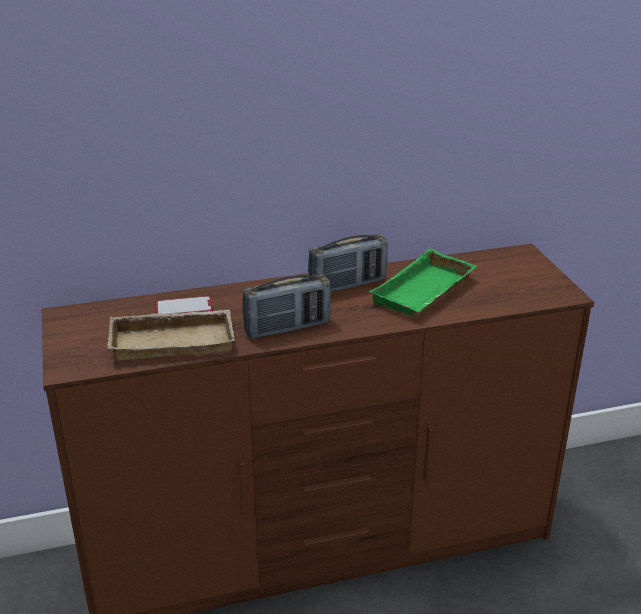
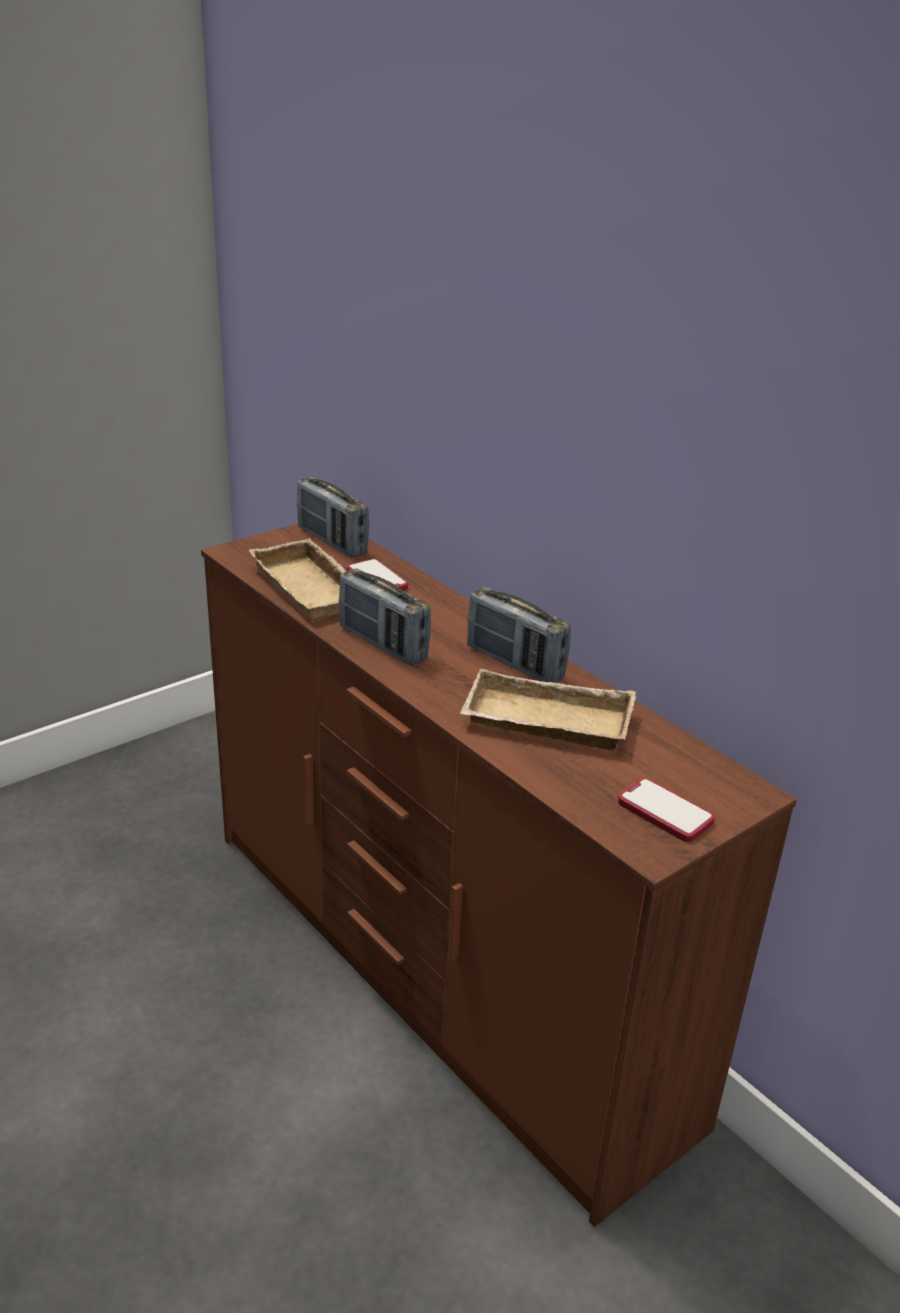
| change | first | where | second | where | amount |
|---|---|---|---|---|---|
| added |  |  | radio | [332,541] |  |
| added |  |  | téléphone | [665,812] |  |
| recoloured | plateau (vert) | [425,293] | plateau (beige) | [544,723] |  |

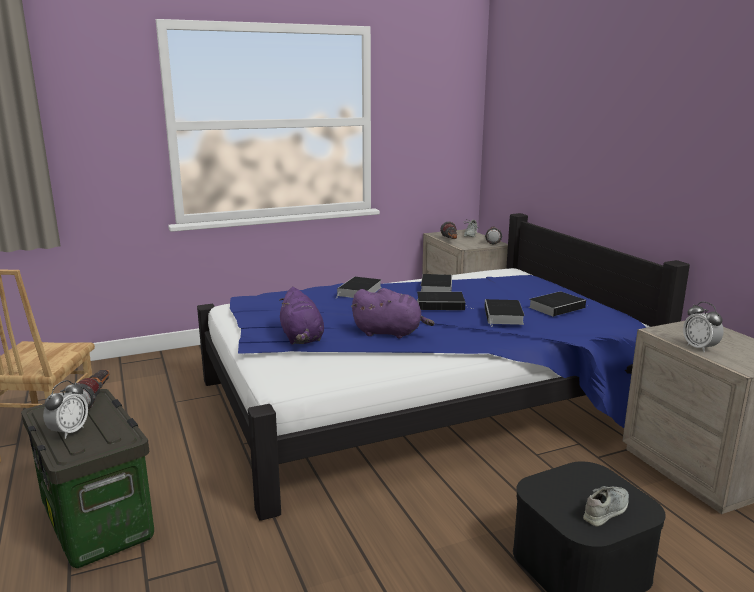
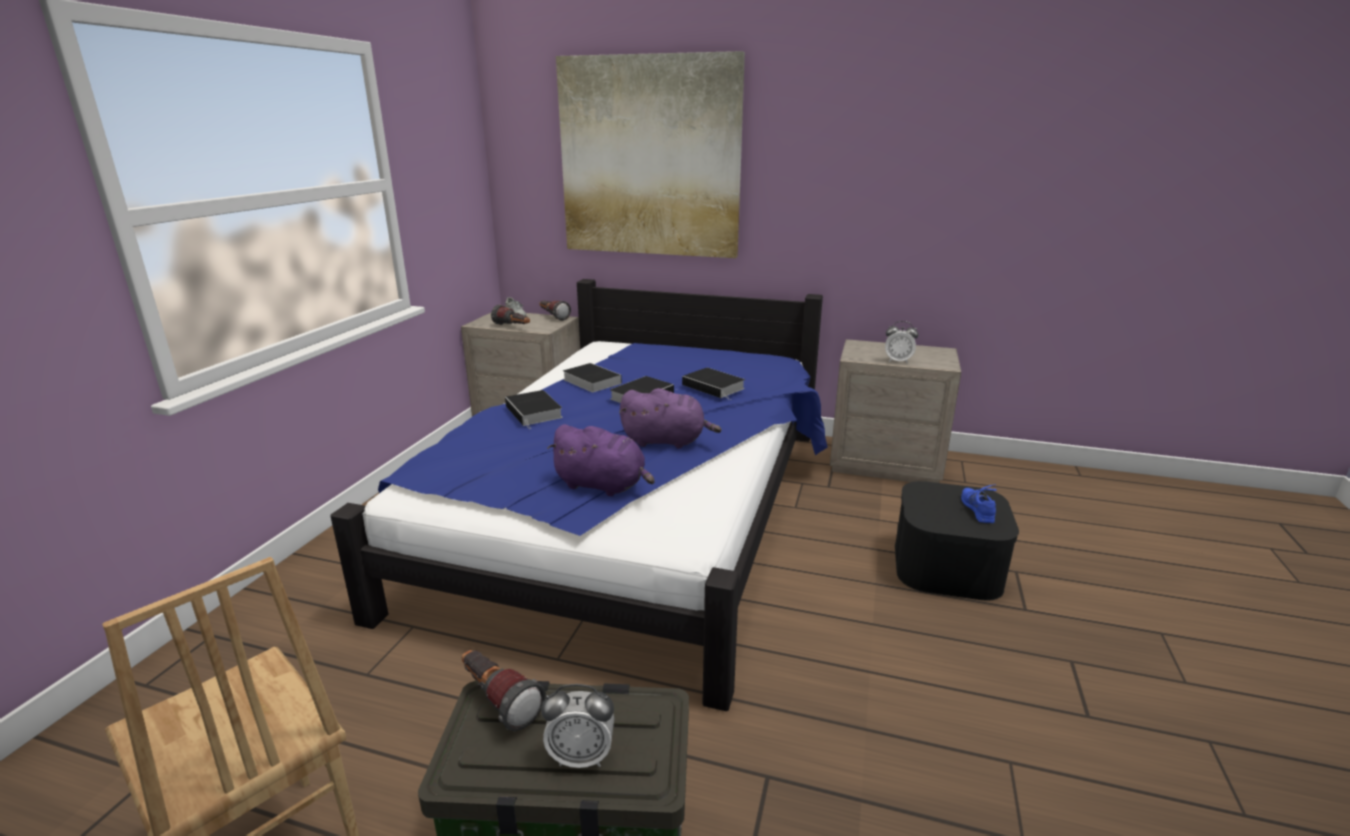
| change | first | where | second | where | amount |
|---|---|---|---|---|---|
| removed | livre | [557,307] |  |  |  |
| added |  |  | tableau | [650,158] |  |
| recoloured | chaussure (gris) | [607,510] | chaussure (bleu) | [977,509] |  |
| turned | réveil | [69,431] |  | [581,756] | 120 degrees clockwise |
| turned | peluche (violet) | [390,333] |  | [667,441] | 45 degrees clockwise |

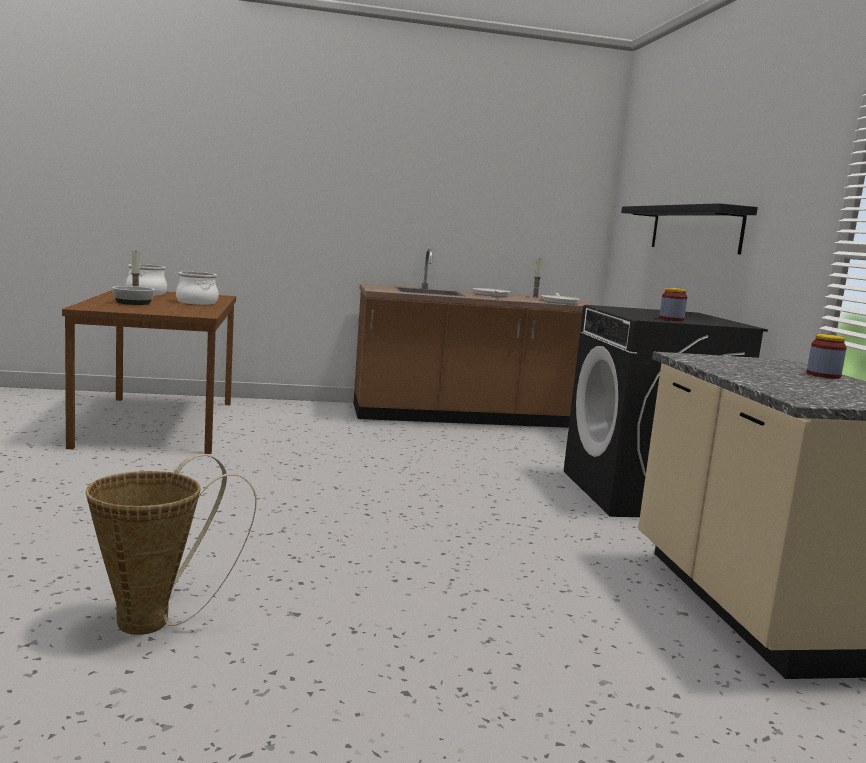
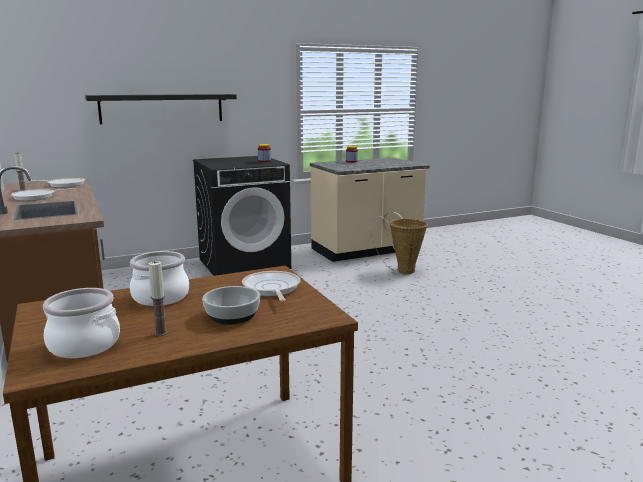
| change | first | where | second | where | amount |
|---|---|---|---|---|---|
| added |  |  | poêle | [271,289] |  |
| moved | panier | [156,621] |  | [402,270] |  |

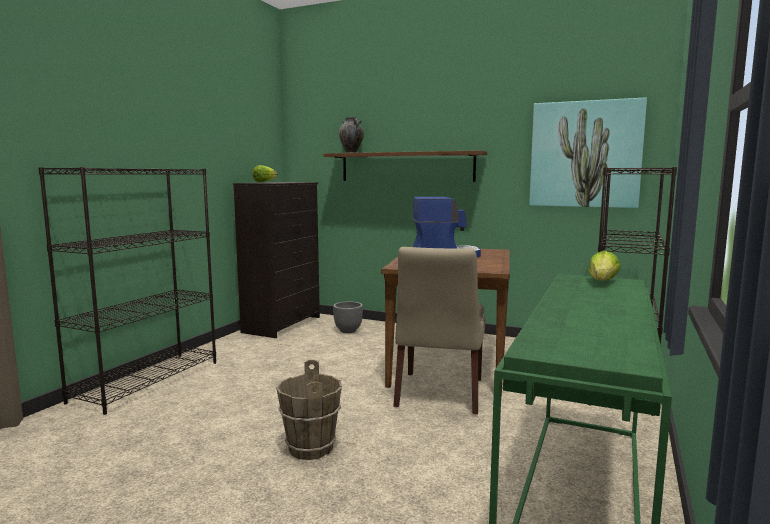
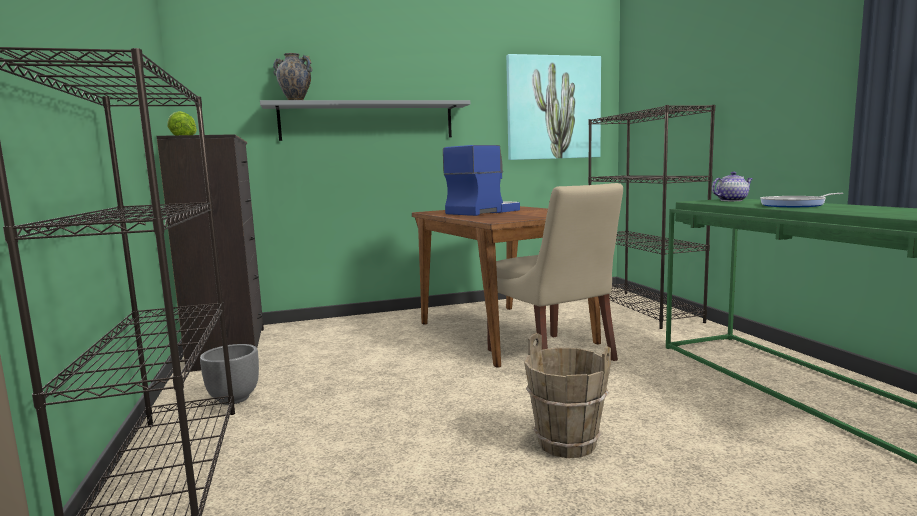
| change | first | where | second | where | amount |
|---|---|---|---|---|---|
| added |  |  | poêle | [795,205] |  |
| moved | cache-pot (gris) | [348,331] |  | [234,398] |  |
| replaced | laitue | [602,282] | théière | [732,200] |  |
| recoloured | étagère (marron) | [406,167] | étagère (gris) | [367,121] |  |

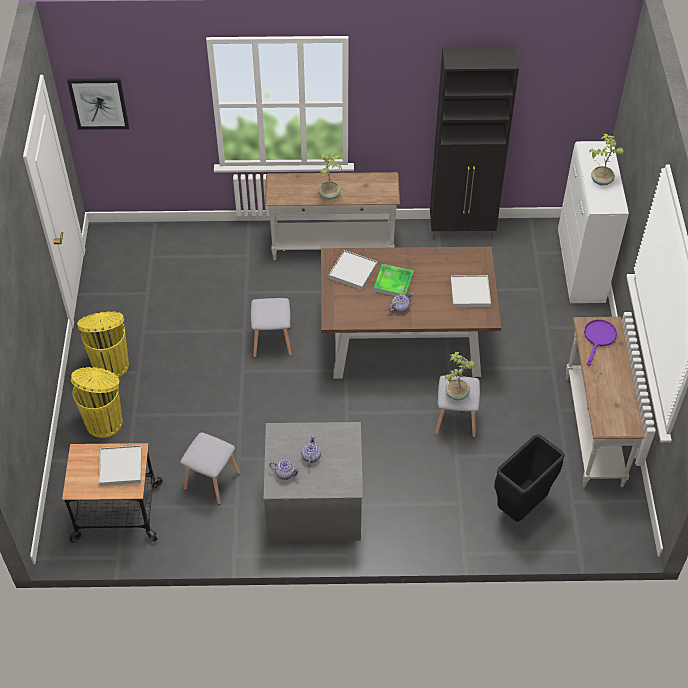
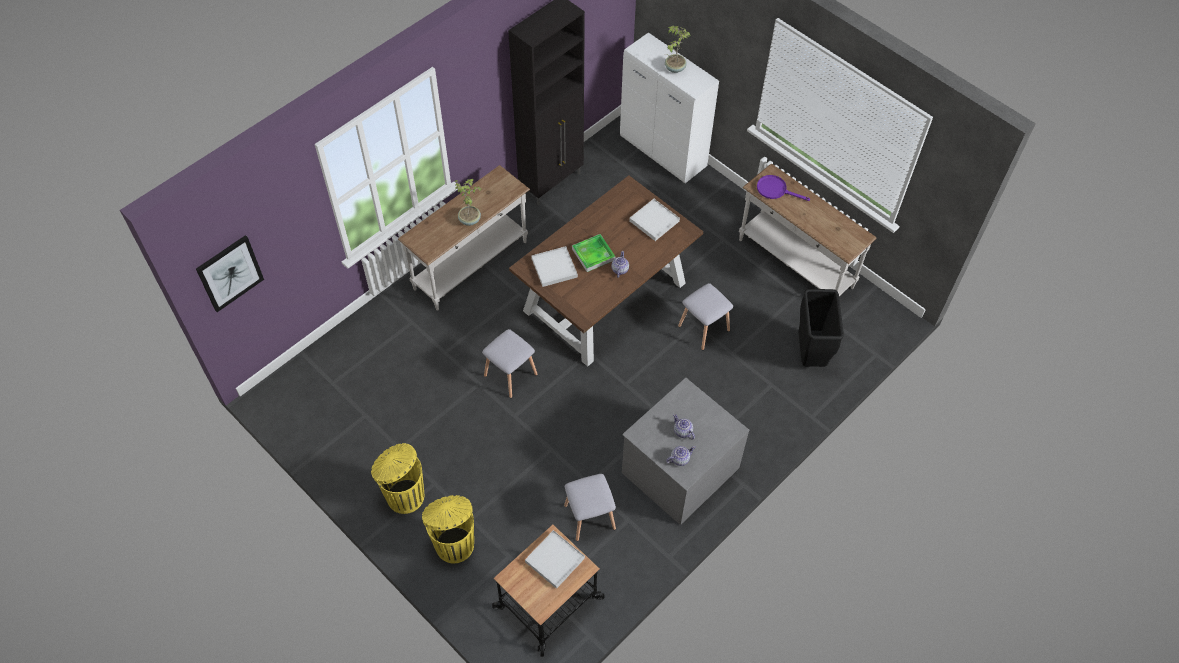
| change | first | where | second | where | amount |
|---|---|---|---|---|---|
| removed | plante en pot | [456,393] |  |  |  |
| turned | poêle (violet) | [598,338] |  | [775,190] | 45 degrees counterclockwise |

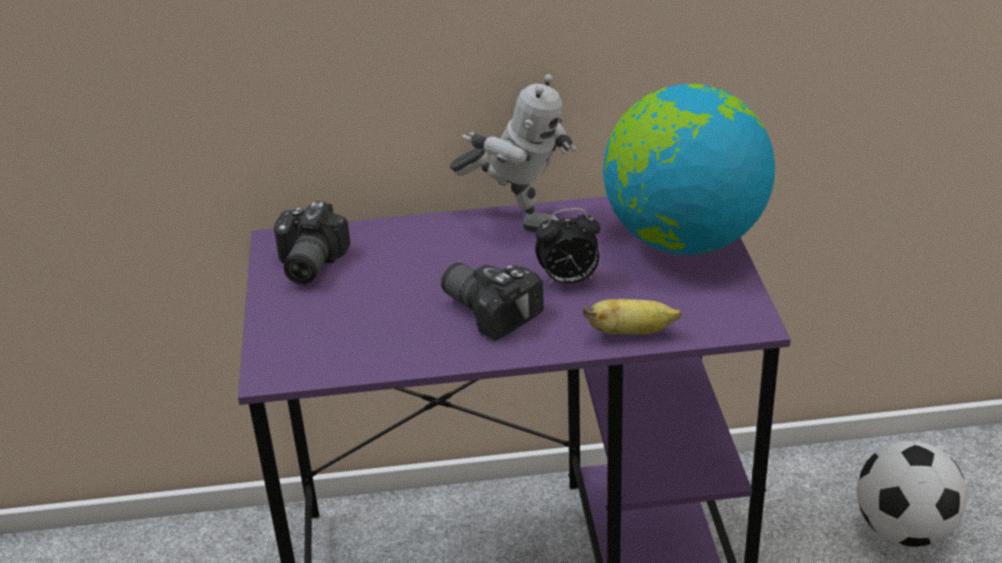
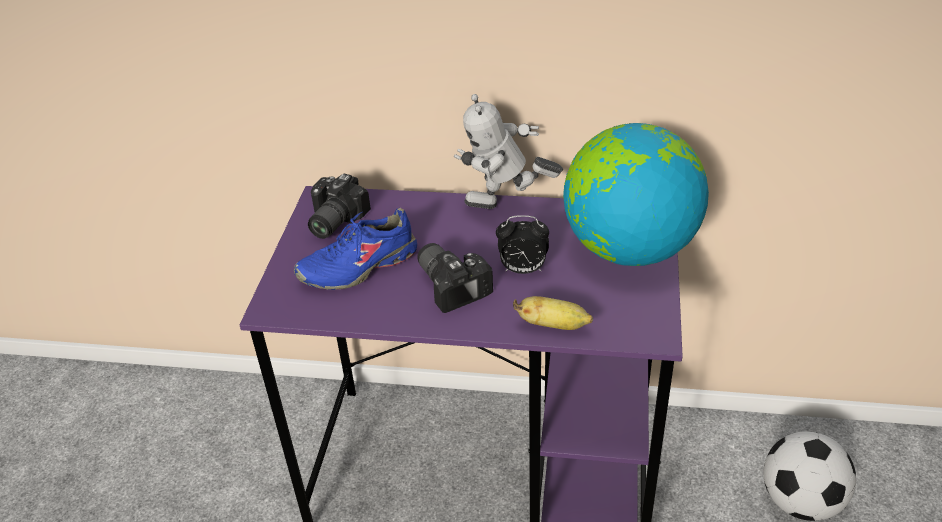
| change | first | where | second | where | amount |
|---|---|---|---|---|---|
| added |  |  | chaussure (bleu) | [358,266] |  |
| turned | robot jouet | [518,219] |  | [506,208] | 135 degrees clockwise |

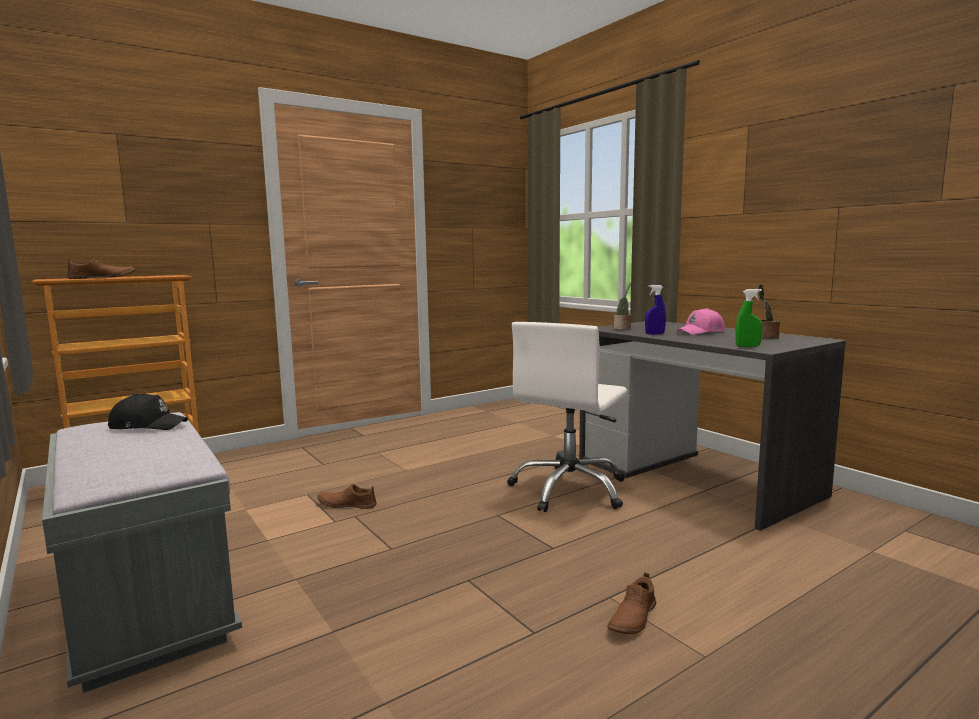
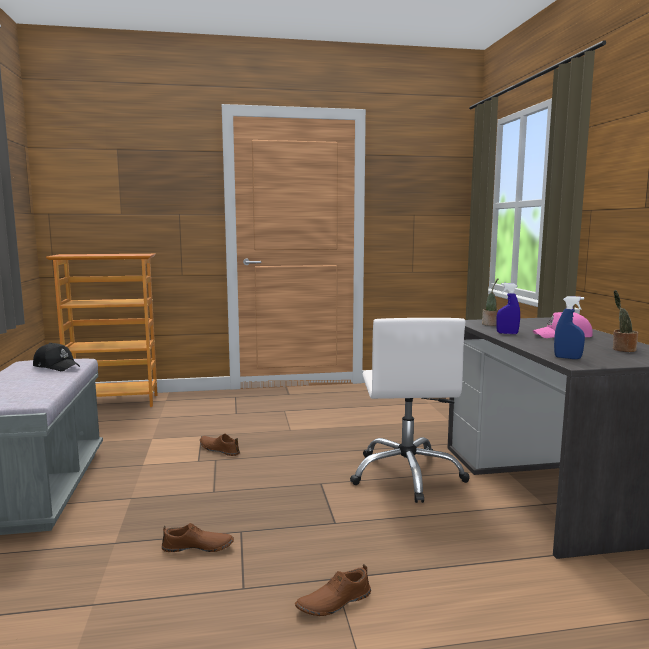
| change | first | where | second | where | amount |
|---|---|---|---|---|---|
| moved | chaussure (marron) | [102,278] |  | [198,547] |  |
| recoloured | vaporisateur (vert) | [747,346] | vaporisateur (bleu) | [567,358] |  |
| turned | chaise de bureau (blanc) | [569,489] |  | [407,474] | 60 degrees counterclockwise |

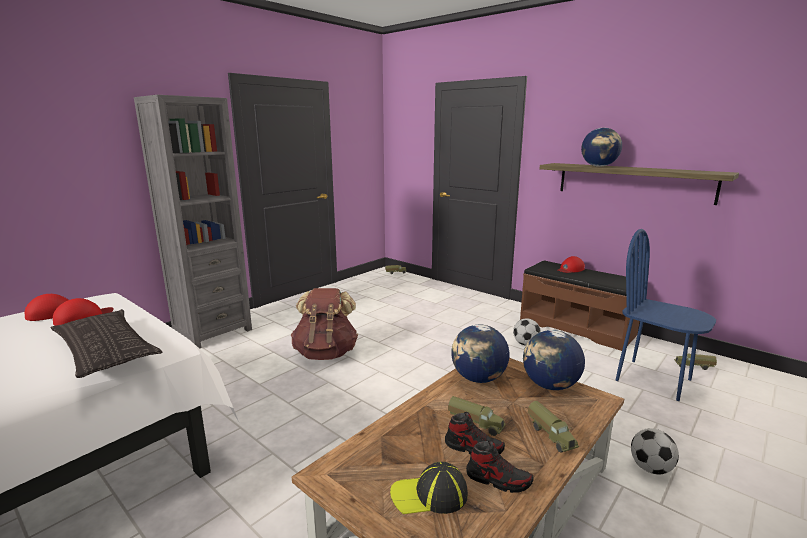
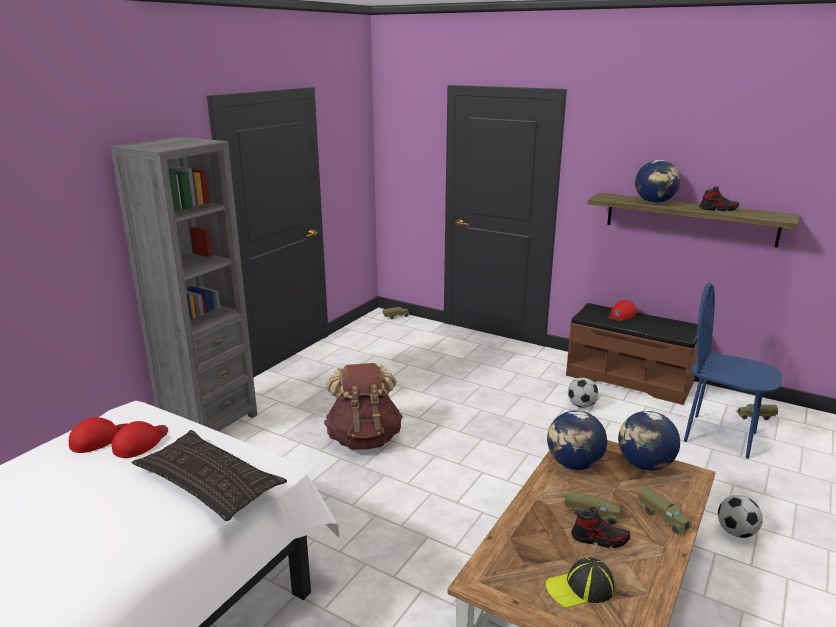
| change | first | where | second | where | amount |
|---|---|---|---|---|---|
| moved | chaussure | [498,480] |  | [718,209] |  |

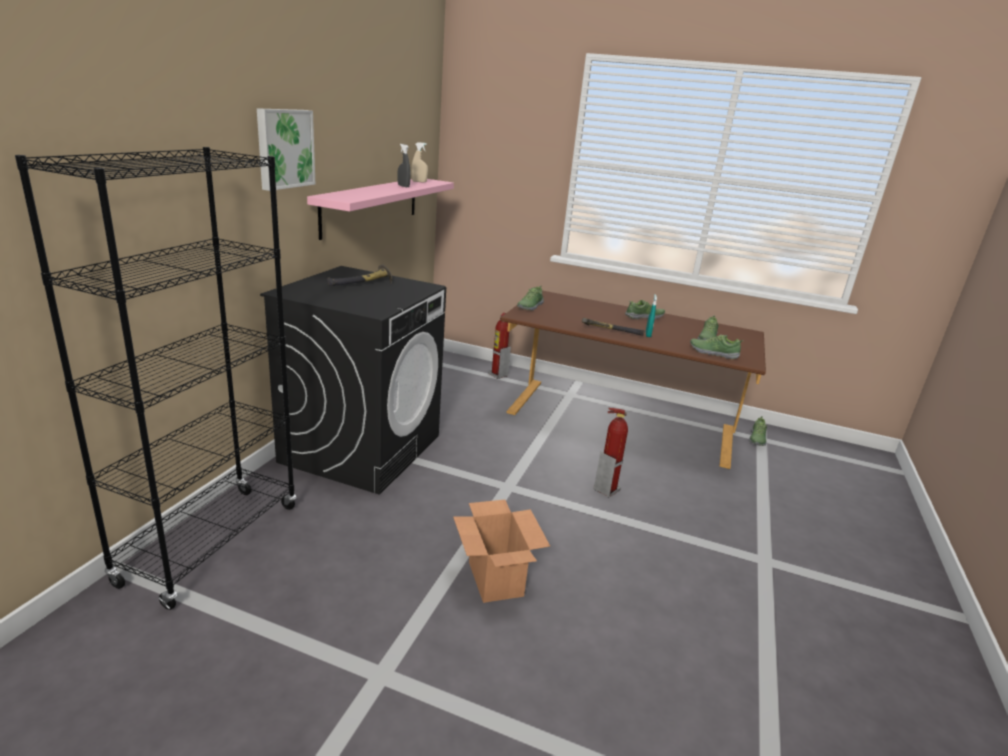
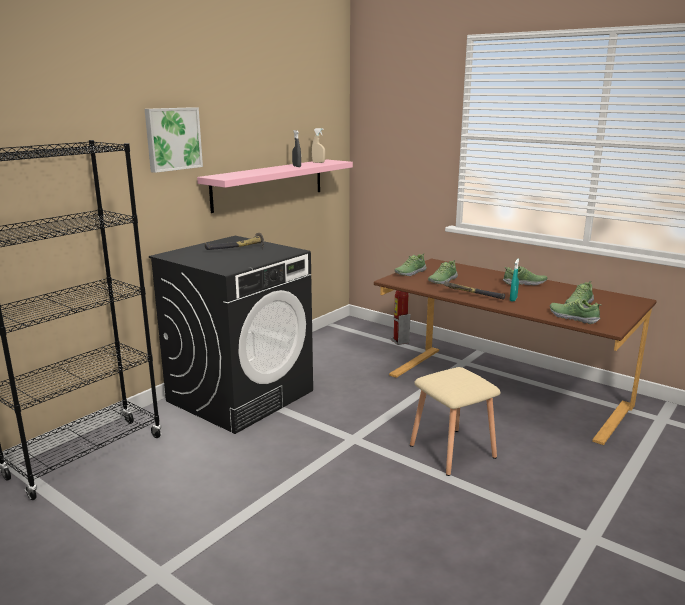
| change | first | where | second | where | amount |
|---|---|---|---|---|---|
| removed | carton | [494,578] |  |  |  |
| moved | chaussure | [756,439] |  | [442,280] |  |
| replaced | extincteur | [606,489] | tabouret (beige) | [451,451] |  |

